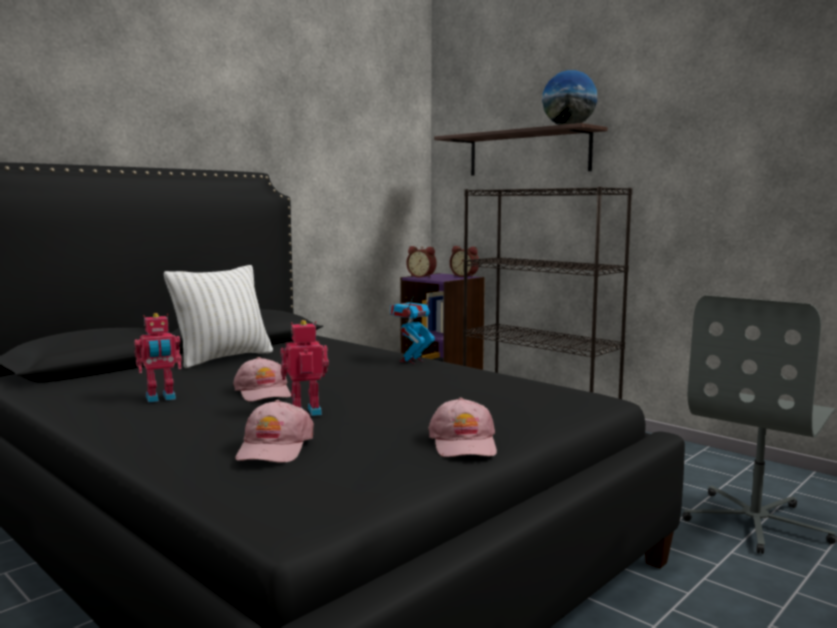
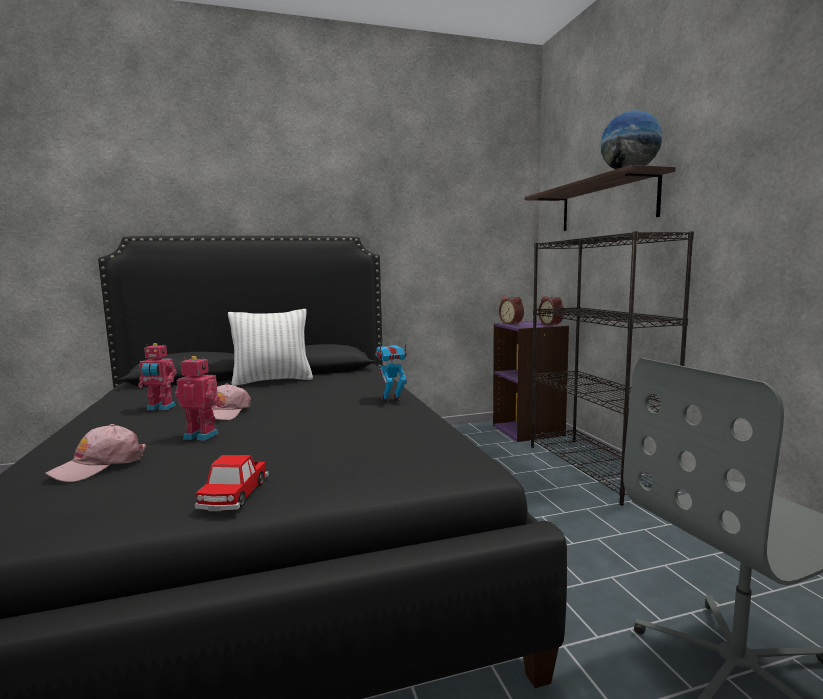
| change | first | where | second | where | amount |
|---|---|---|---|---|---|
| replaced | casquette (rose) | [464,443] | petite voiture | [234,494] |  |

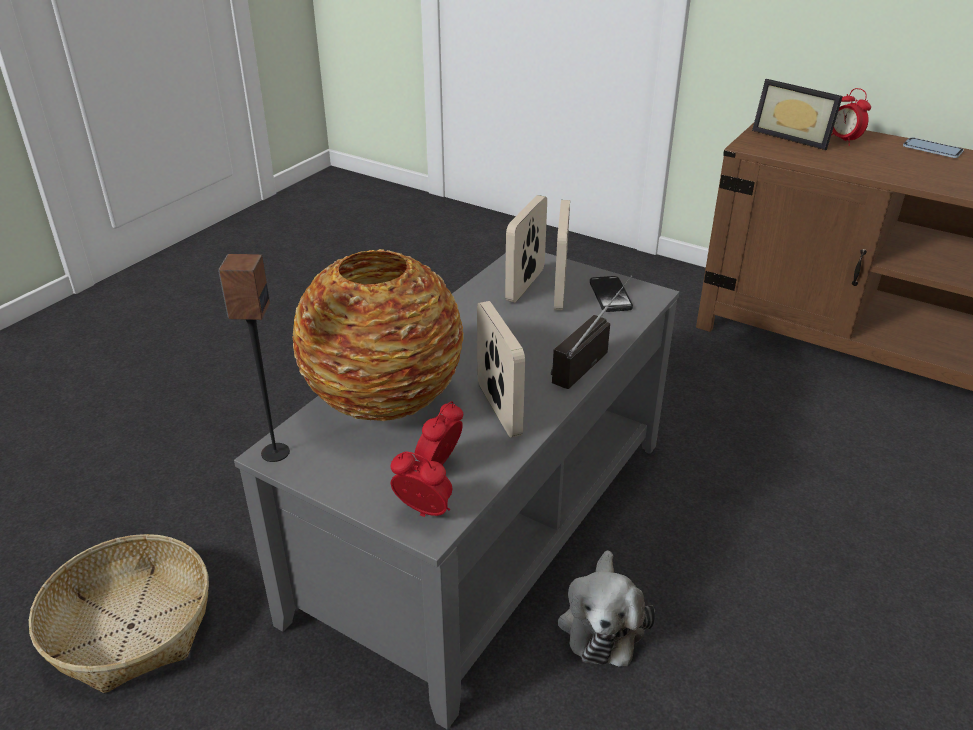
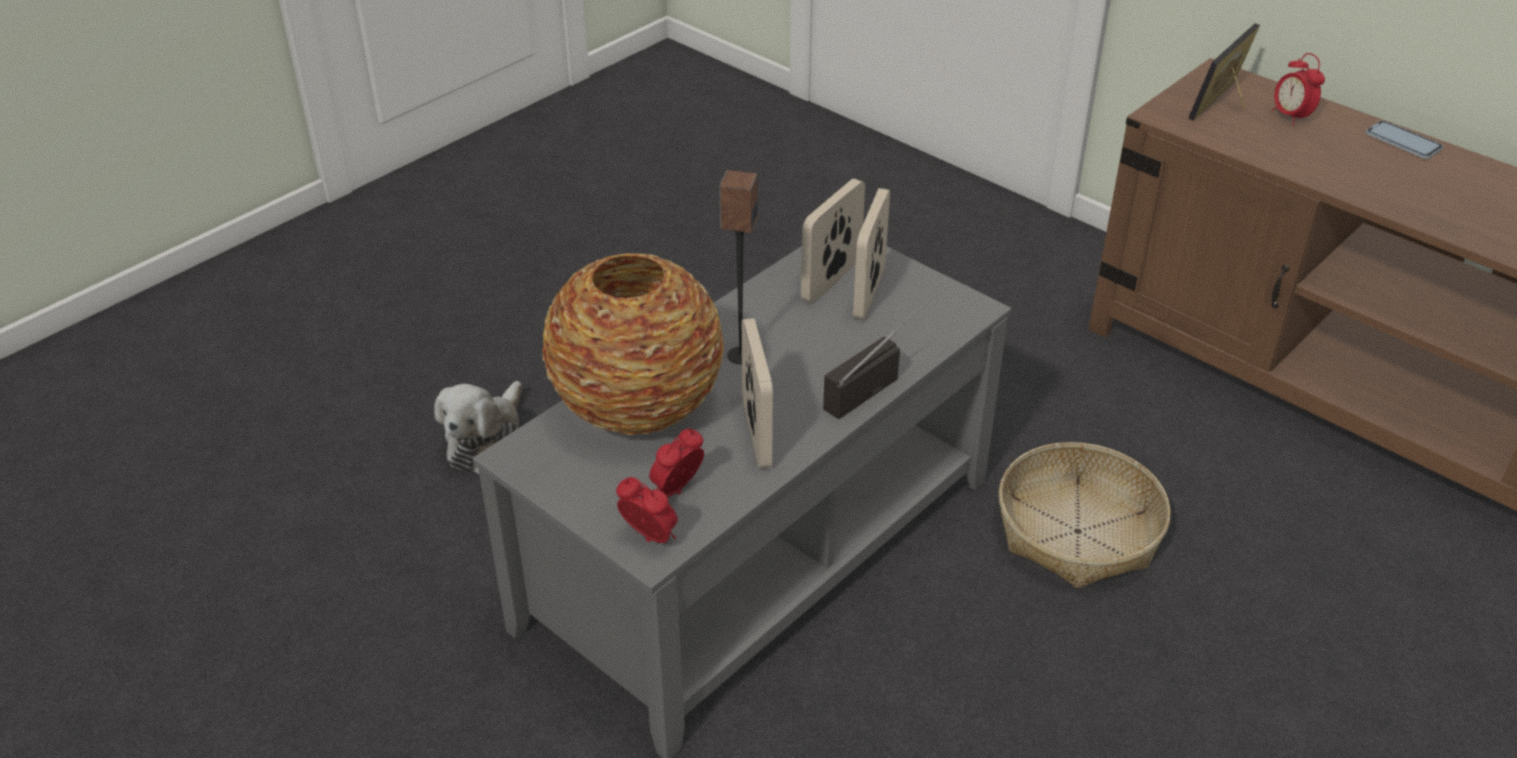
| change | first | where | second | where | amount |
|---|---|---|---|---|---|
| removed | téléphone | [610,295] |  |  |  |
| moved | panier | [130,626] |  | [1076,531] |  |
| moved | enceinte | [274,452] |  | [740,355] |  |
| moved | peluche | [602,622] |  | [486,440] |  |
| turned | cadre photo | [794,136] |  | [1228,104] | 75 degrees clockwise |

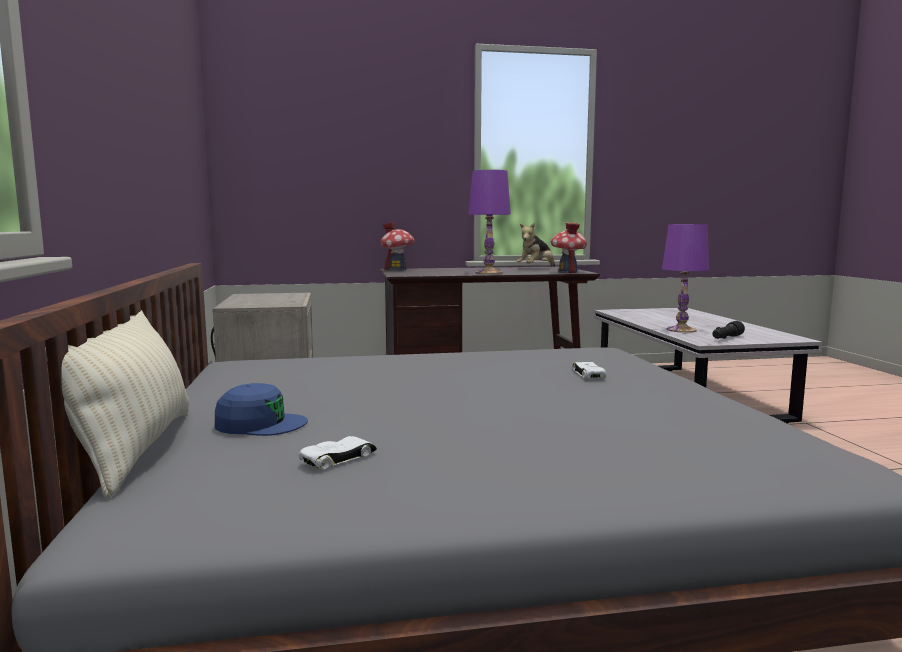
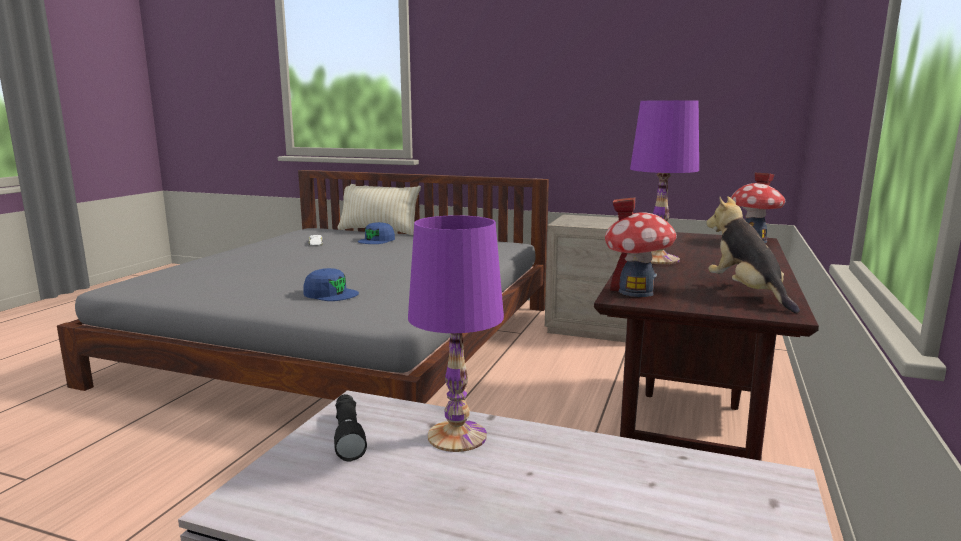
| change | first | where | second | where | amount |
|---|---|---|---|---|---|
| replaced | petite voiture (blanc) | [588,374] | casquette (bleu) | [330,294] |  |

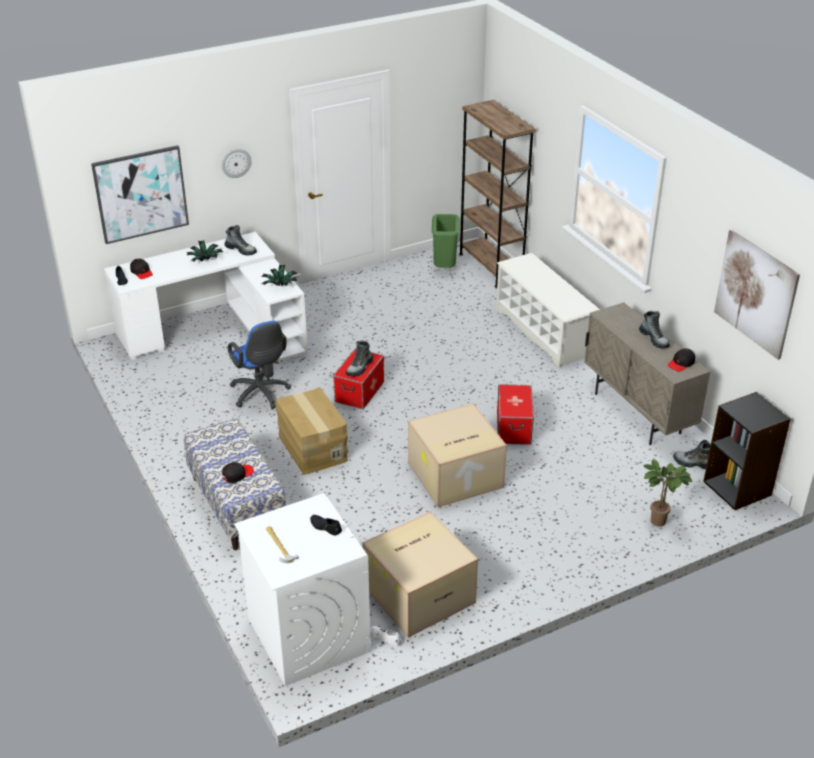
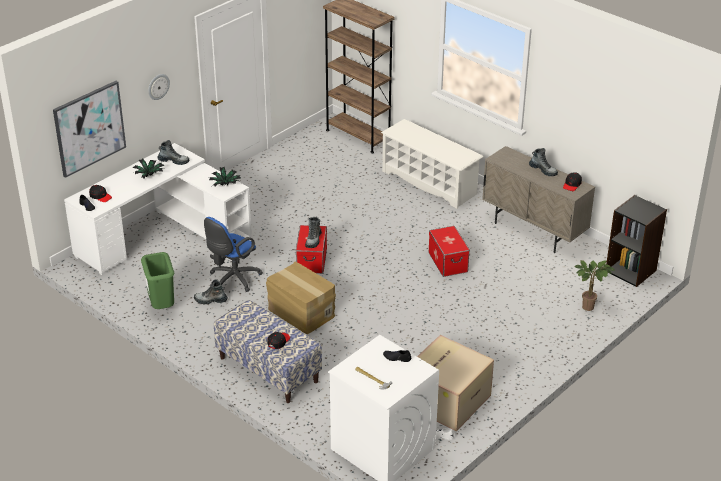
| change | first | where | second | where | amount |
|---|---|---|---|---|---|
| removed | carton | [455,476] |  |  |  |
| removed | tableau | [756,293] |  |  |  |
| moved | poubelle (vert) | [444,268] |  | [161,306] |  |
| moved | botte | [693,464] |  | [210,300] |  |
| turned | chaise de bureau (bleu) | [261,394] |  | [232,280] | 90 degrees clockwise |

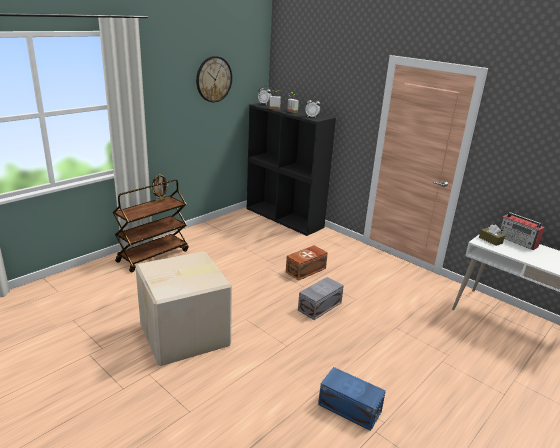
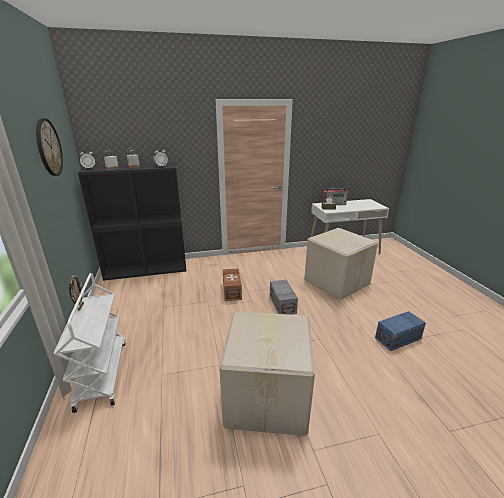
| change | first | where | second | where | amount |
|---|---|---|---|---|---|
| added |  |  | carton | [336,282] |  |
| recoloured | chariot (marron) | [153,255] | chariot (blanc) | [102,373] |  |

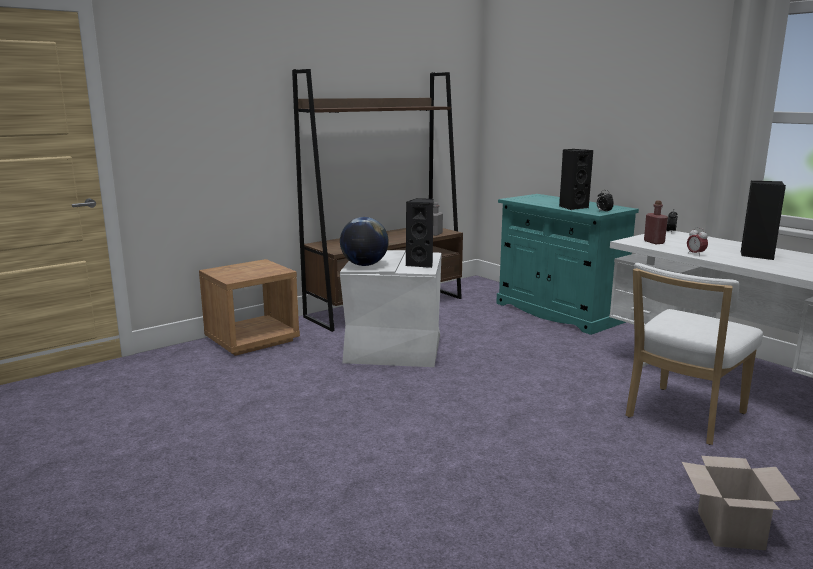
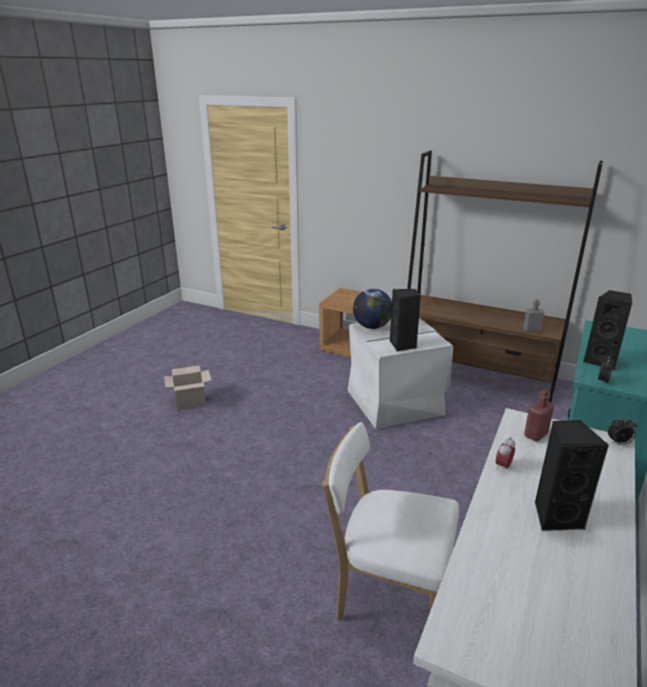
| change | first | where | second | where | amount |
|---|---|---|---|---|---|
| moved | carton | [728,528] |  | [191,401] |  |

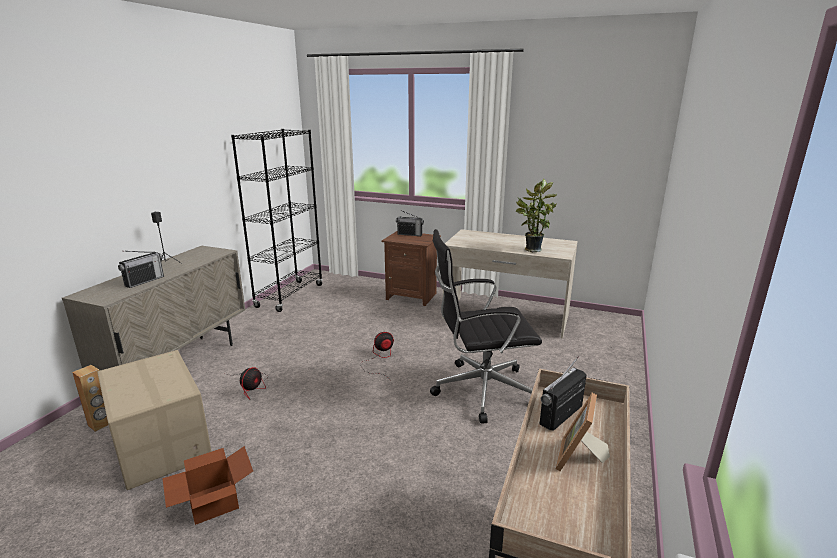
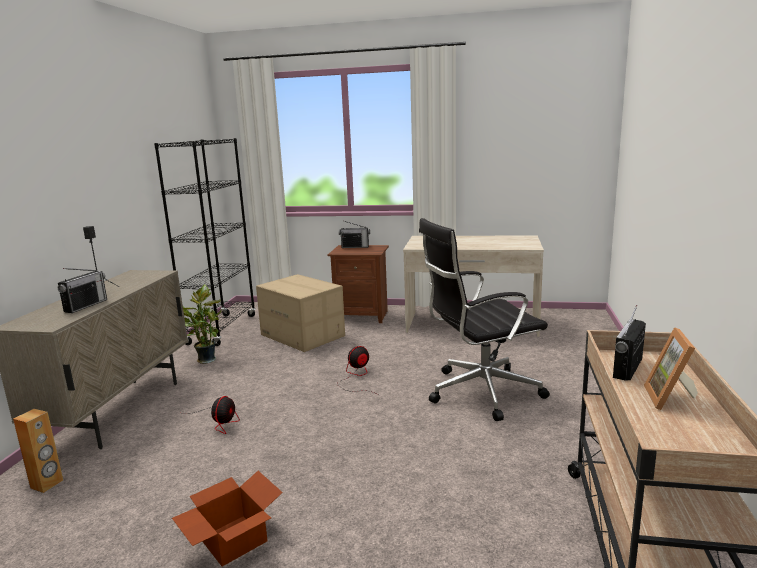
| change | first | where | second | where | amount |
|---|---|---|---|---|---|
| moved | carton | [162,444] |  | [303,335] |  |
| moved | plante en pot | [531,249] |  | [205,360] |  |

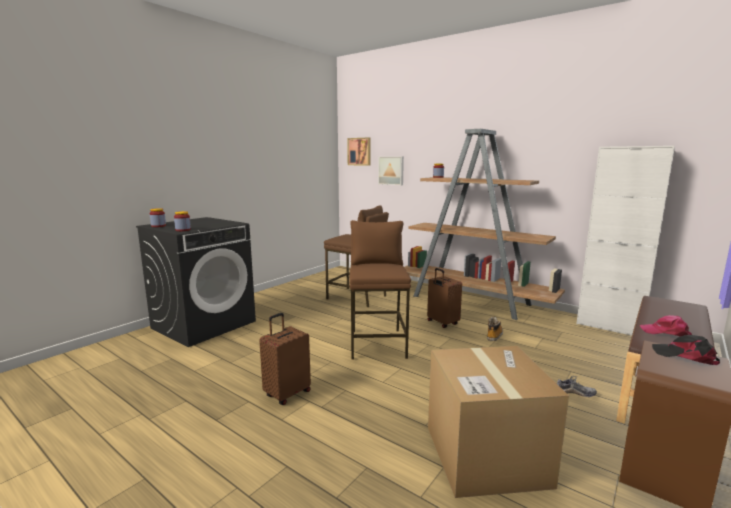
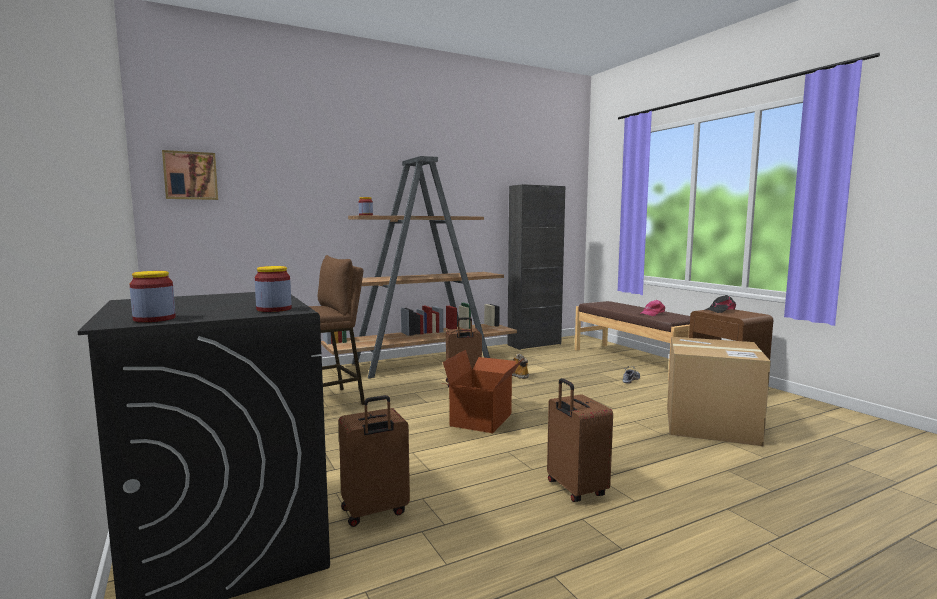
| change | first | where | second | where | amount |
|---|---|---|---|---|---|
| removed | tableau | [391,170] |  |  |  |
| added |  |  | valise (marron) | [375,512] |  |
| replaced | tabouret (marron) | [378,343] | carton | [482,420] |  |
| recoloured | meuble de rangement (blanc) | [609,327] | meuble de rangement (noir) | [534,344] |  |

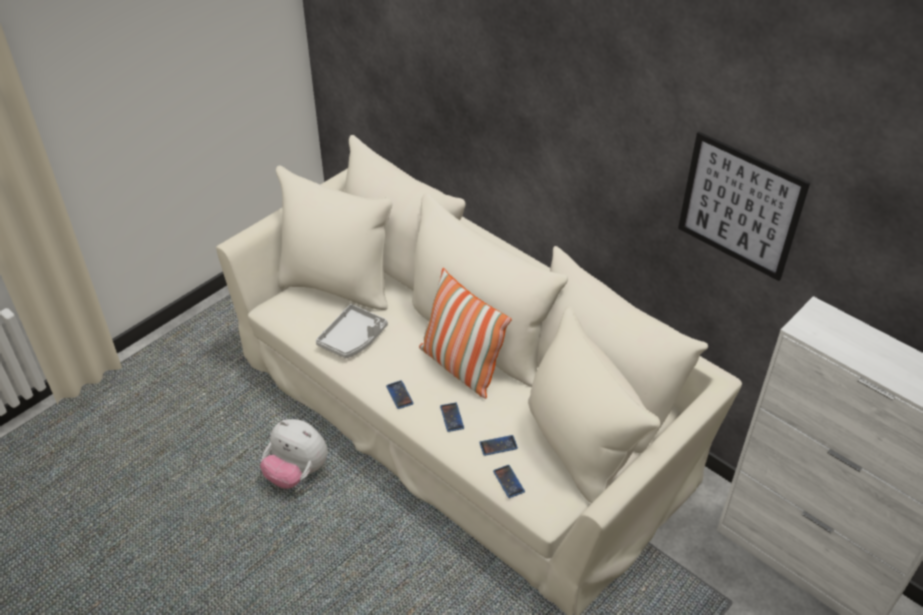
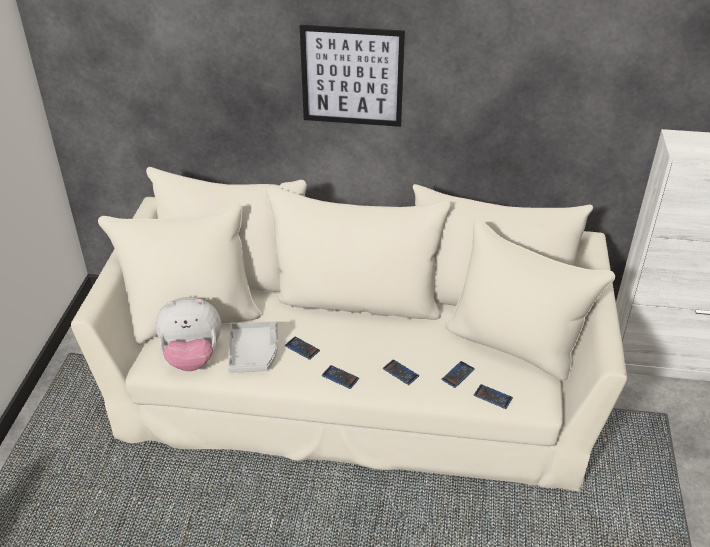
| change | first | where | second | where | amount |
|---|---|---|---|---|---|
| removed | coussin | [460,367] |  |  |  |
| added |  |  | téléphone | [302,348] |  |
| moved | peluche | [297,472] |  | [192,357] |  |
| moved | tableau | [740,206] |  | [352,76] |  |

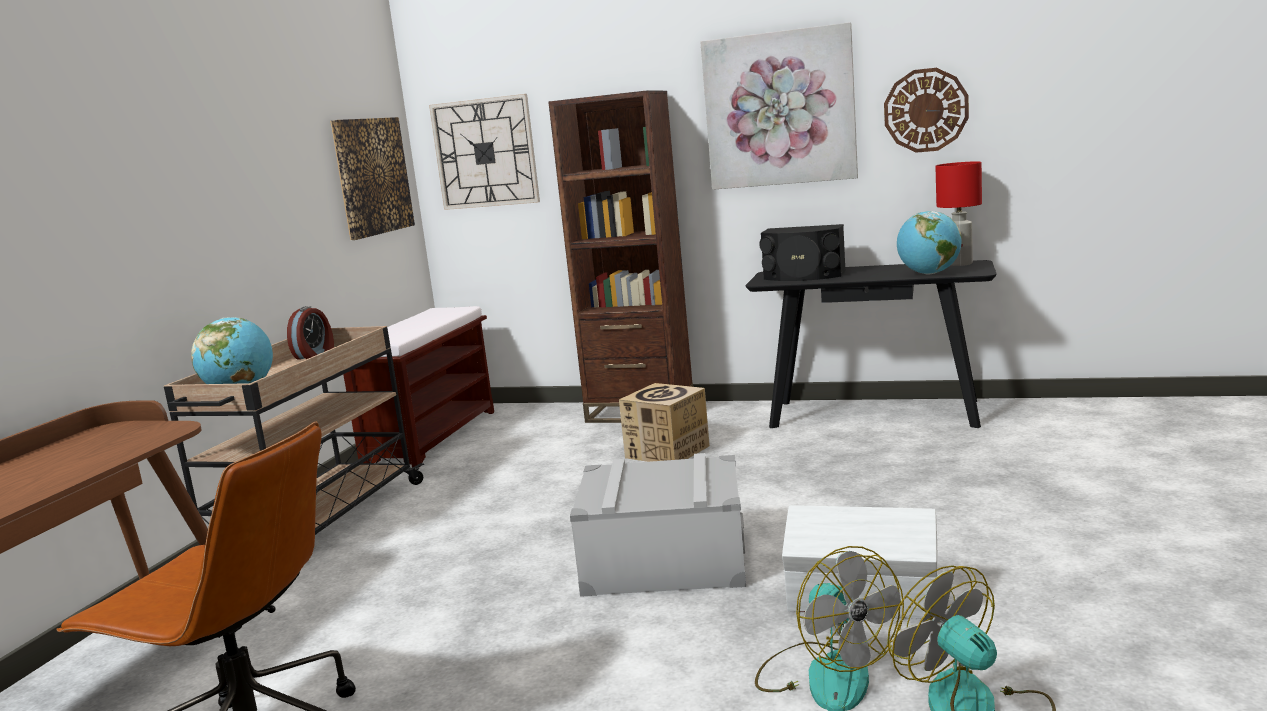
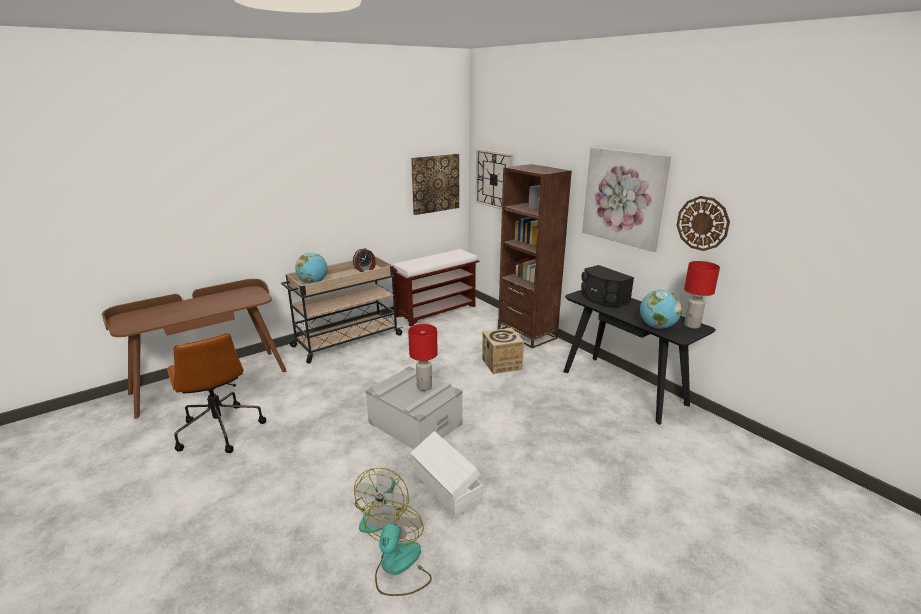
| change | first | where | second | where | amount |
|---|---|---|---|---|---|
| added |  |  | lampe de table (rouge) | [424,387] |  |

